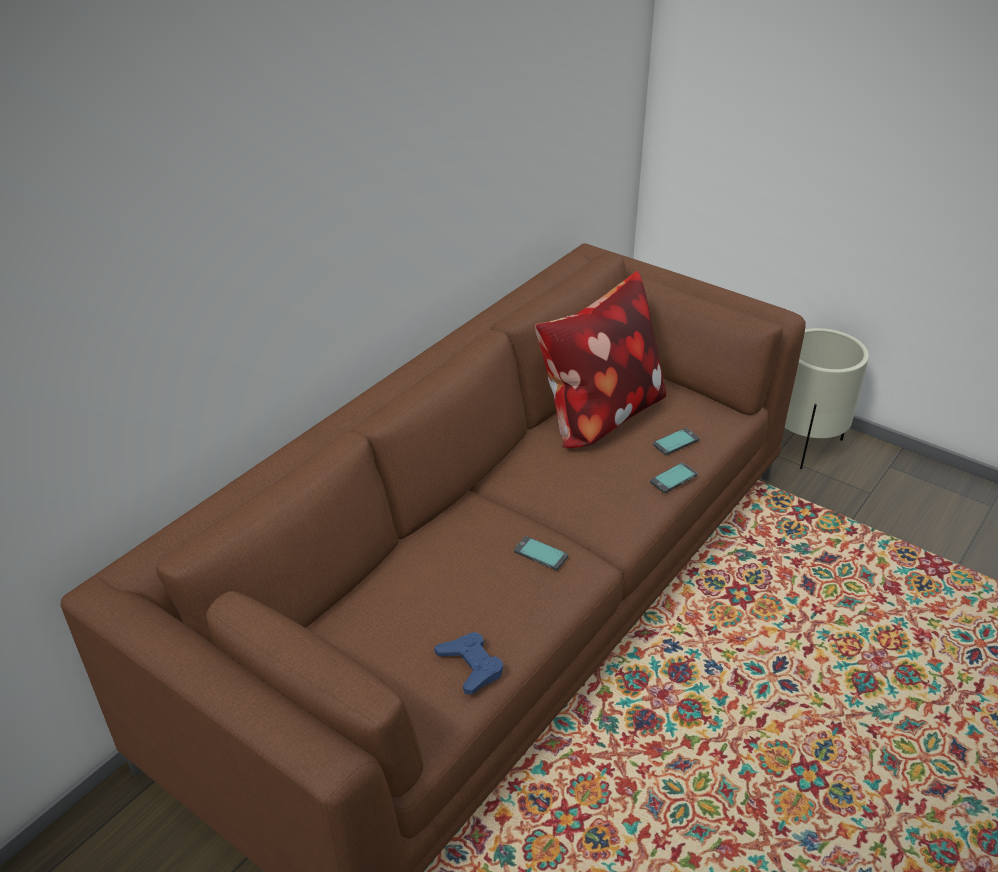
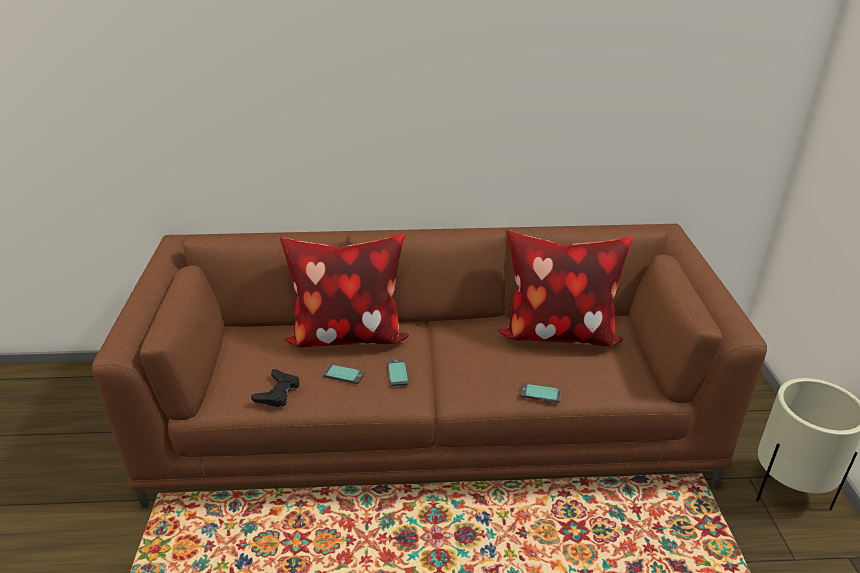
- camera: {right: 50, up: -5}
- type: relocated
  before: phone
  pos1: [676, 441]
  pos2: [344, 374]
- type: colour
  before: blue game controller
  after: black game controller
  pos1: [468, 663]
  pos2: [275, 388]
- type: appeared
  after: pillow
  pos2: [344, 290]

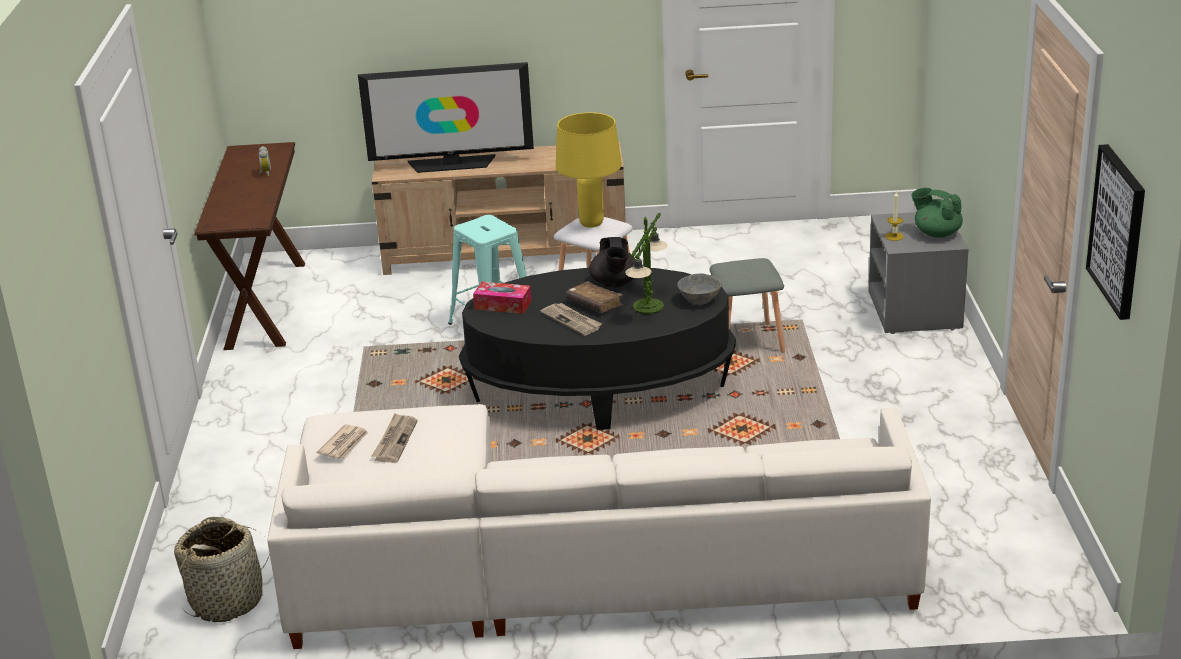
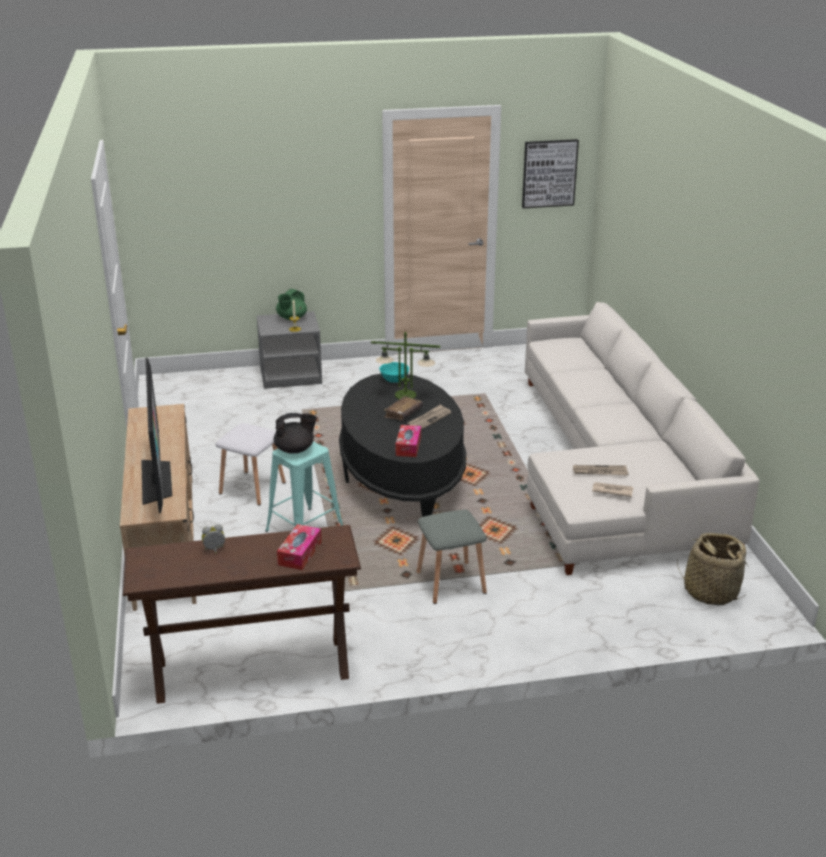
- camera: {right: -100, up: 0}
- type: missing
  before: yellow table lamp
  pos1: [589, 170]
- type: relocated
  before: black teapot
  pos1: [612, 262]
  pos2: [295, 433]
- type: relocated
  before: grey stool
  pos1: [747, 305]
  pos2: [452, 556]
- type: colour
  before: grey bowl
  after: turquoise bowl
  pos1: [699, 289]
  pos2: [394, 372]
- type: appeared
  after: tissue box
  pos2: [299, 547]

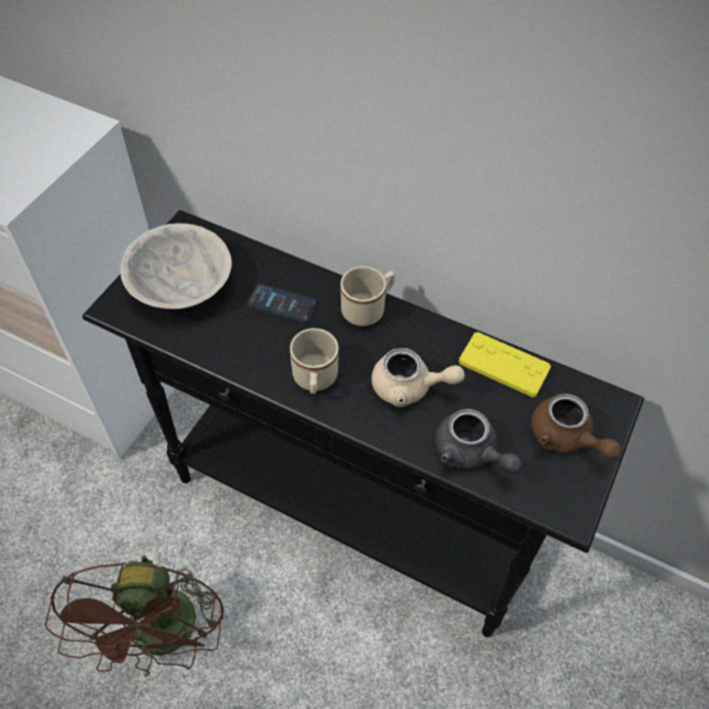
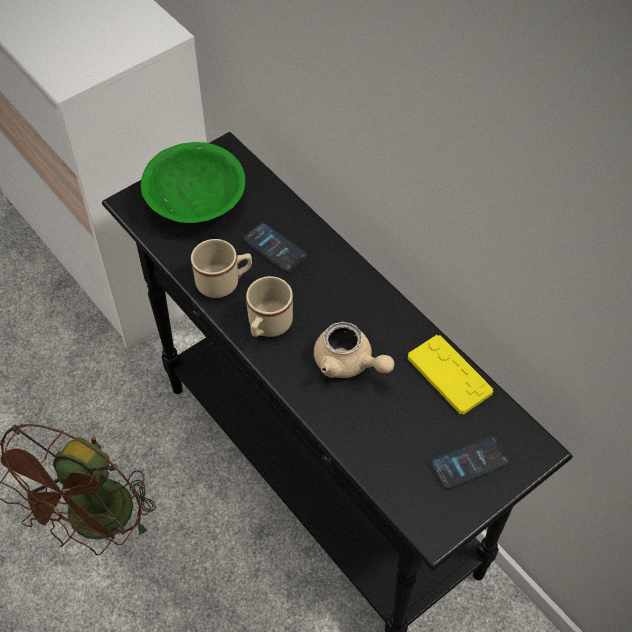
- camera: {right: 25, up: 0}
- type: colour
  before: beige bowl
  after: green bowl
  pos1: [176, 266]
  pos2: [193, 182]
- type: relocated
  before: beige mug
  pos1: [368, 296]
  pos2: [221, 268]
- type: exchanged
  before: brown teapot
  after: phone
  pos1: [576, 426]
  pos2: [470, 462]
- type: missing
  before: grey teapot
  pos1: [478, 441]

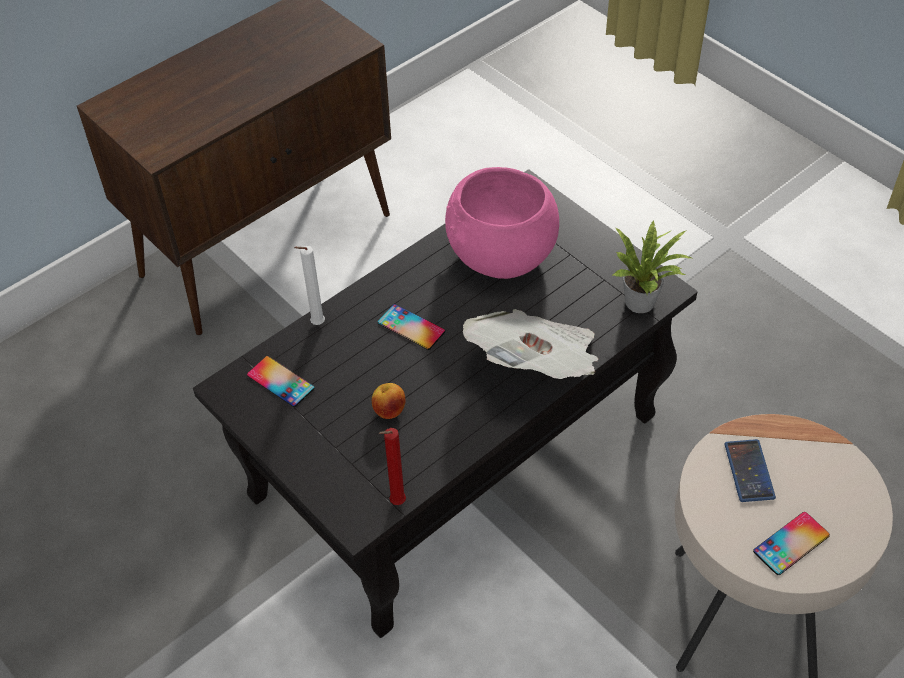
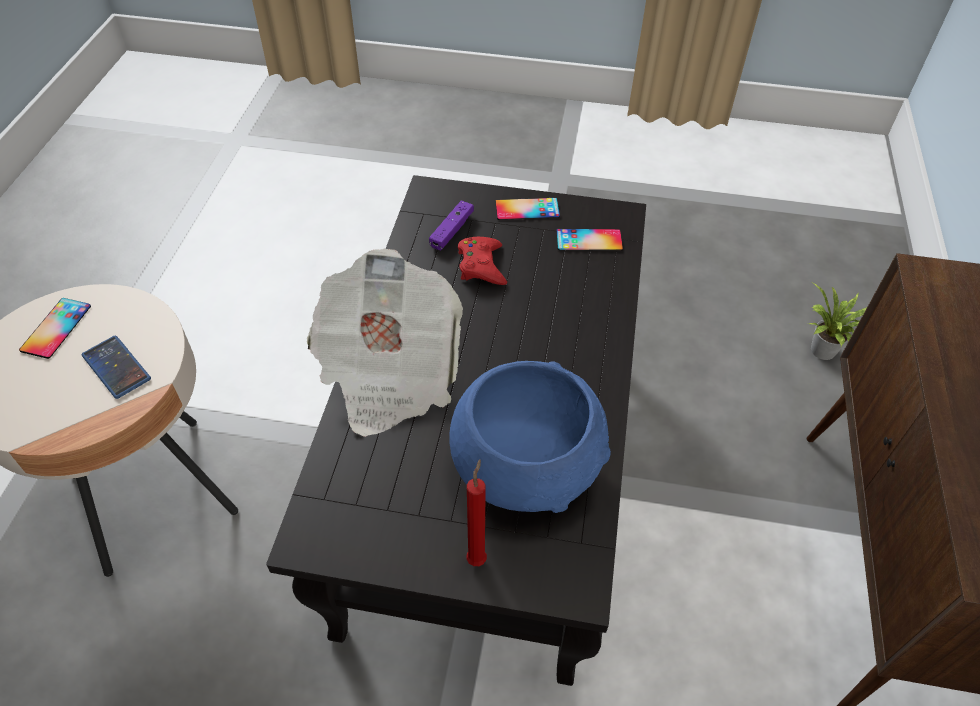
- camera: {right: 140, up: 0}
- type: colour
  before: pink bowl
  after: blue bowl
  pos1: [502, 223]
  pos2: [530, 437]
- type: relocated
  before: potted plant
  pos1: [652, 266]
  pos2: [838, 321]
- type: missing
  before: white candle
  pos1: [309, 285]
- type: relocated
  before: phone
  pos1: [411, 327]
  pos2: [528, 209]
- type: exchanged
  before: apple
  after: red game controller
  pos1: [388, 401]
  pos2: [482, 261]
- type: relocated
  before: red candle
  pos1: [392, 466]
  pos2: [476, 512]
- type: appeared
  after: purple game controller
  pos2: [451, 225]

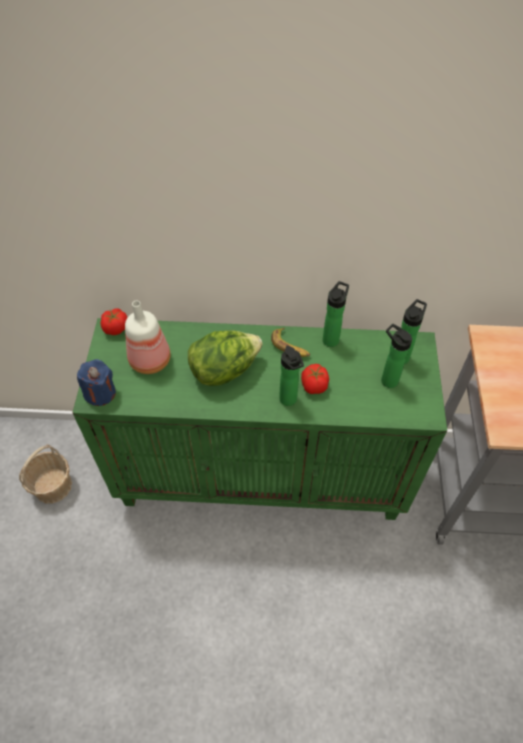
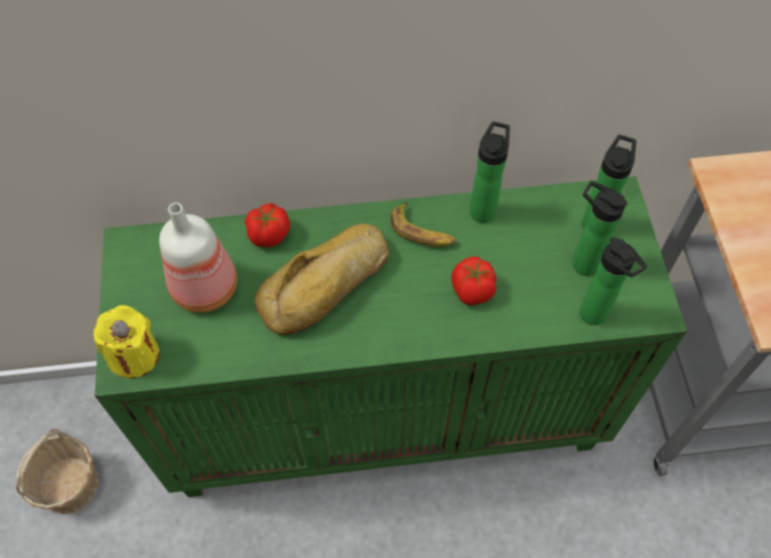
- camera: {right: -10, up: 5}
- type: relocated
  before: tomato
  pos1: [114, 322]
  pos2: [267, 225]
- type: exchanged
  before: lettuce
  after: bread
  pos1: [225, 358]
  pos2: [322, 279]
- type: relocated
  before: bottle
  pos1: [291, 376]
  pos2: [613, 281]
- type: colour
  before: blue candle
  after: yellow candle
  pos1: [96, 382]
  pos2: [127, 341]

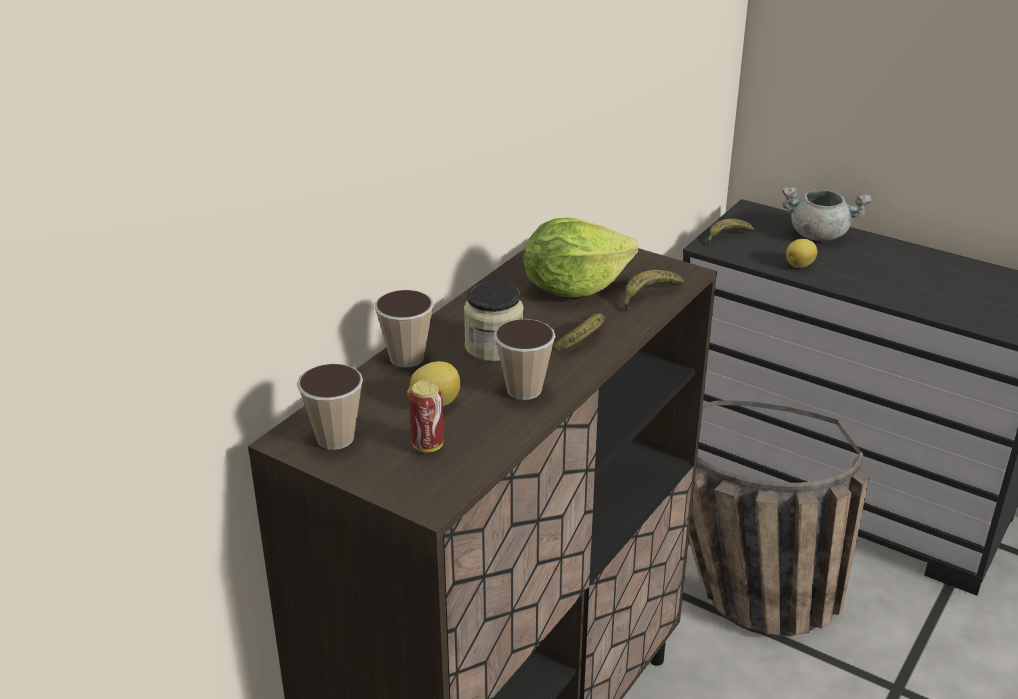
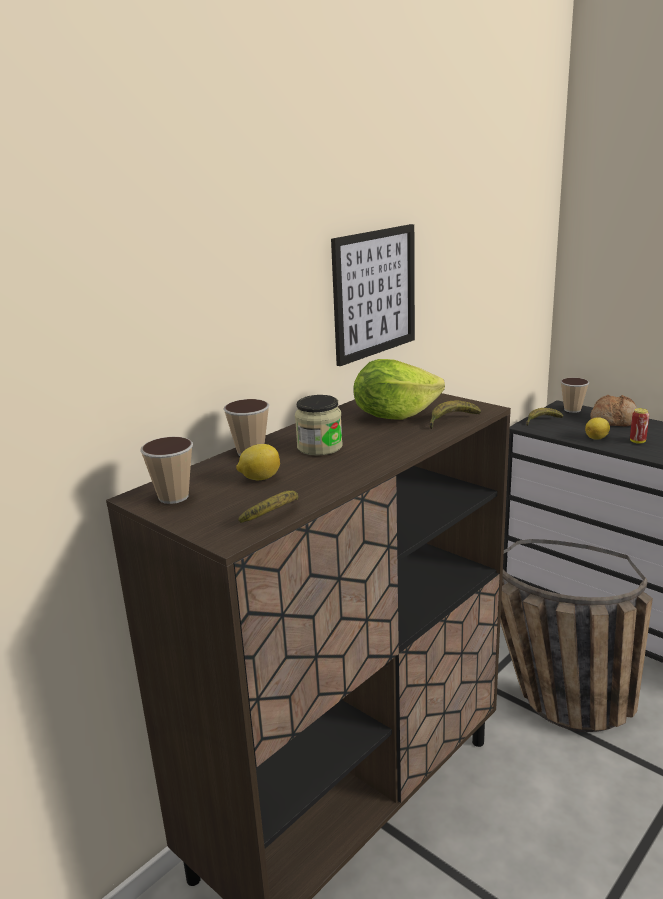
- camera: {right: 10, up: -10}
- type: exchanged
  before: grey cooking pot
  after: bread
  pos1: [827, 213]
  pos2: [613, 410]
- type: relocated
  before: banana
  pos1: [579, 332]
  pos2: [268, 506]
- type: relocated
  before: cup
  pos1: [525, 359]
  pos2: [574, 395]
- type: relocated
  before: can
  pos1: [426, 416]
  pos2: [639, 426]
- type: appeared
  after: picture
  pos2: [373, 295]

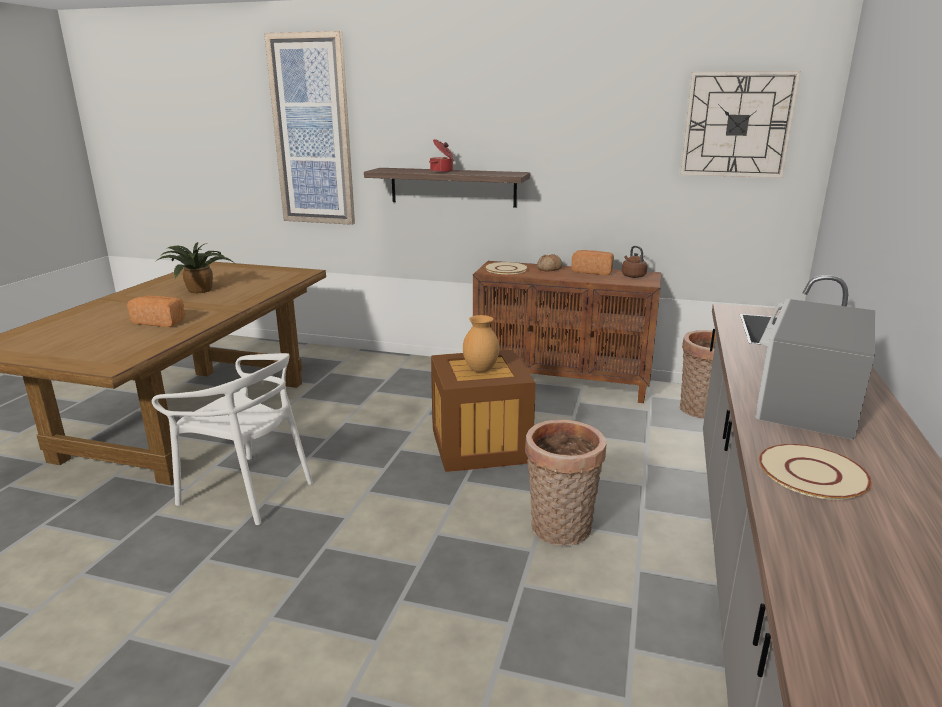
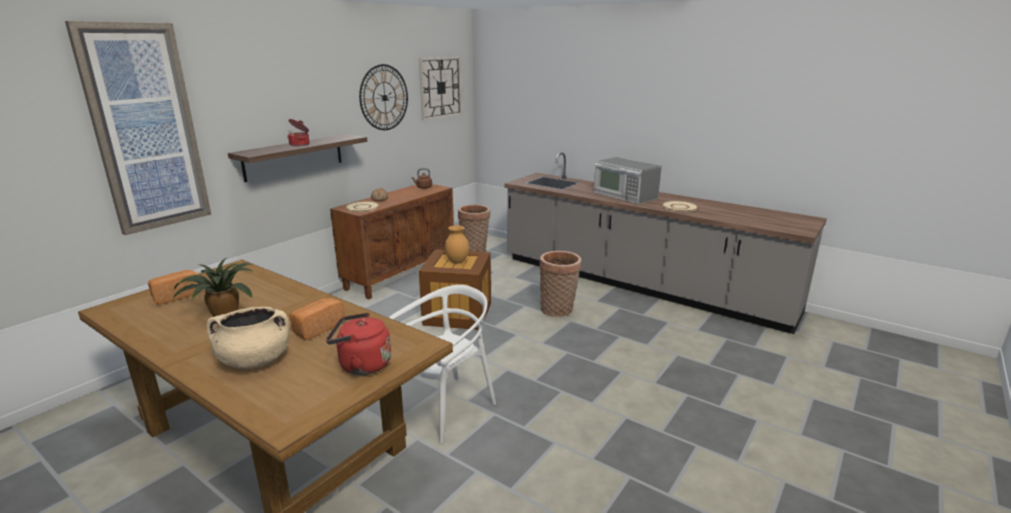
- camera: {right: -70, up: 0}
- type: relocated
  before: bread
  pos1: [592, 262]
  pos2: [175, 287]
- type: appeared
  after: wall clock
  pos2: [383, 97]
- type: appeared
  after: beige cooking pot
  pos2: [247, 338]
- type: appeared
  after: red kettle
  pos2: [358, 344]

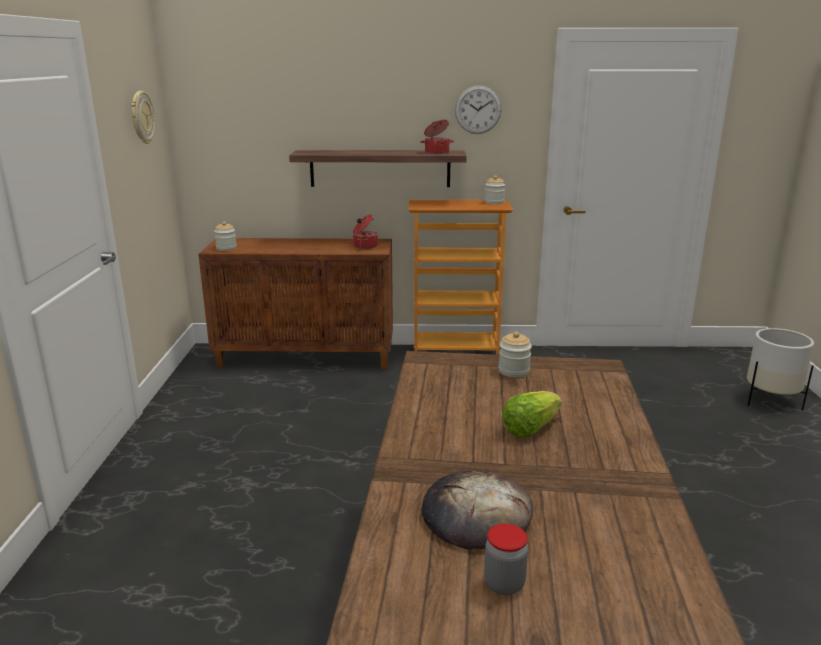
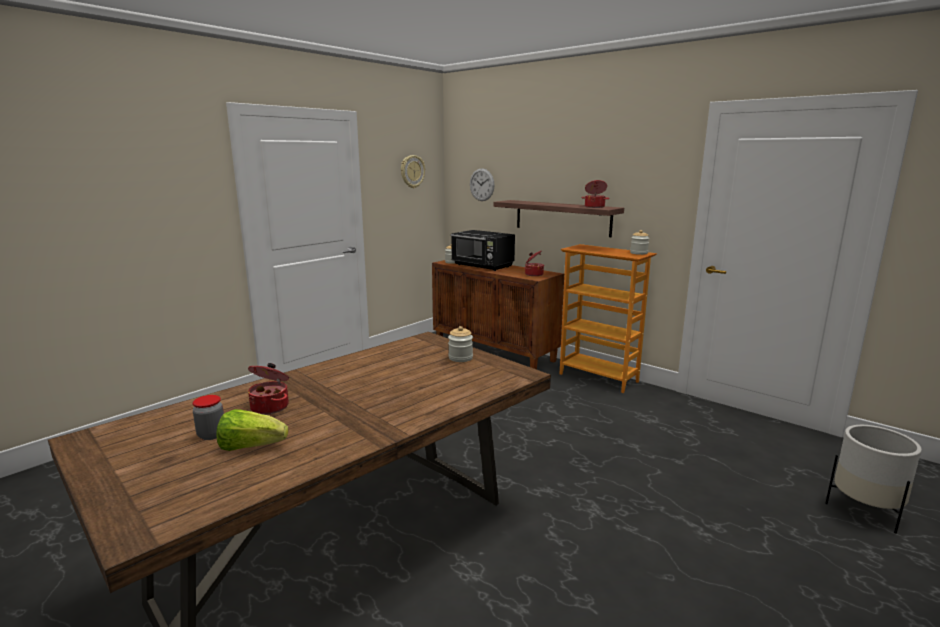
- camera: {right: 40, up: -5}
- type: relocated
  before: wall clock
  pos1: [478, 109]
  pos2: [482, 184]
- type: relocated
  before: lettuce
  pos1: [532, 414]
  pos2: [252, 430]
- type: exchanged
  before: bread
  after: cooking pot
  pos1: [477, 510]
  pos2: [268, 389]
- type: appeared
  after: black microwave
  pos2: [483, 250]

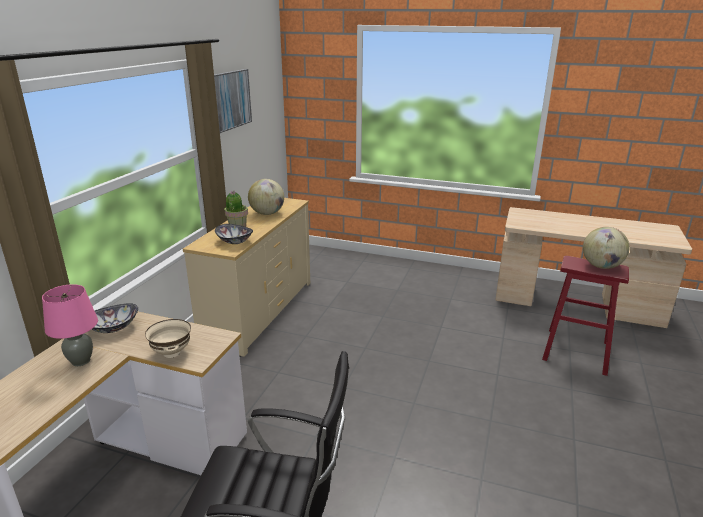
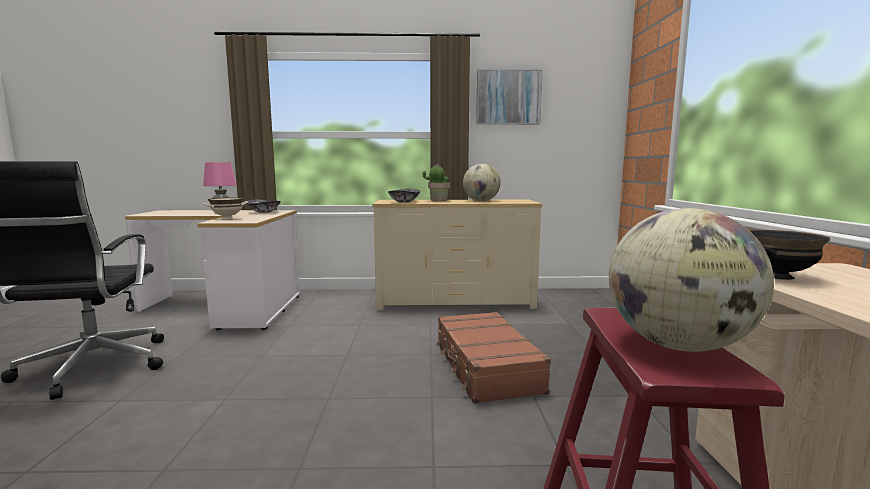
- camera: {right: 70, up: -15}
- type: appeared
  after: black bowl
  pos2: [789, 255]
- type: appeared
  after: brown suitcase
  pos2: [493, 358]

